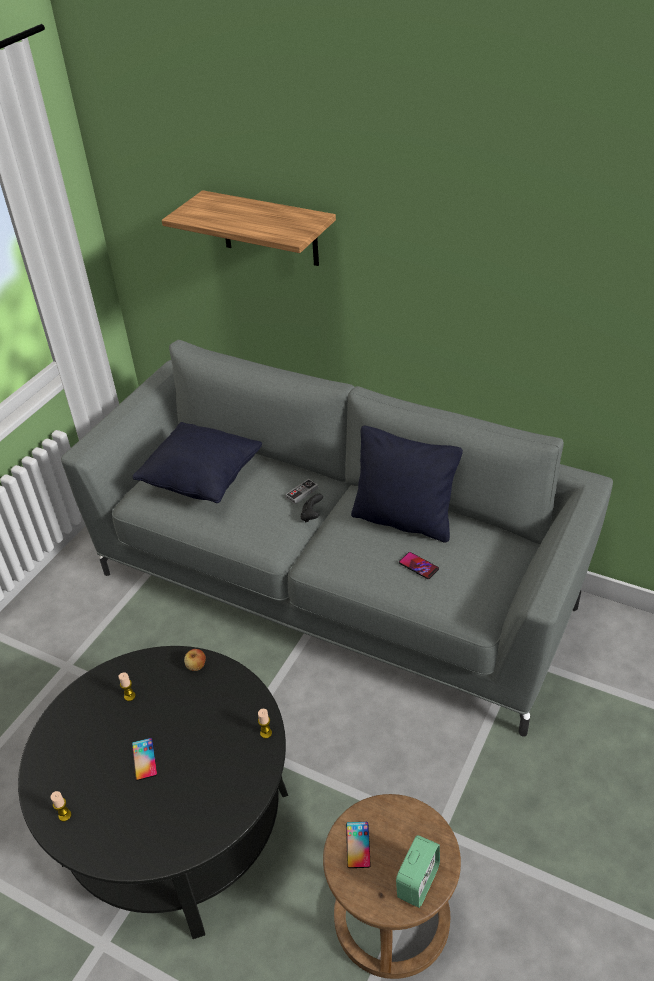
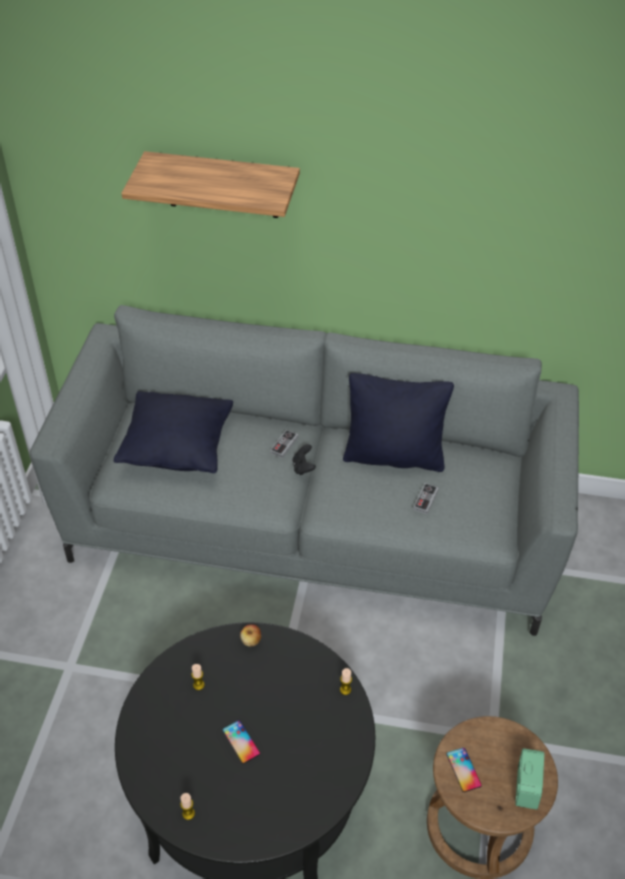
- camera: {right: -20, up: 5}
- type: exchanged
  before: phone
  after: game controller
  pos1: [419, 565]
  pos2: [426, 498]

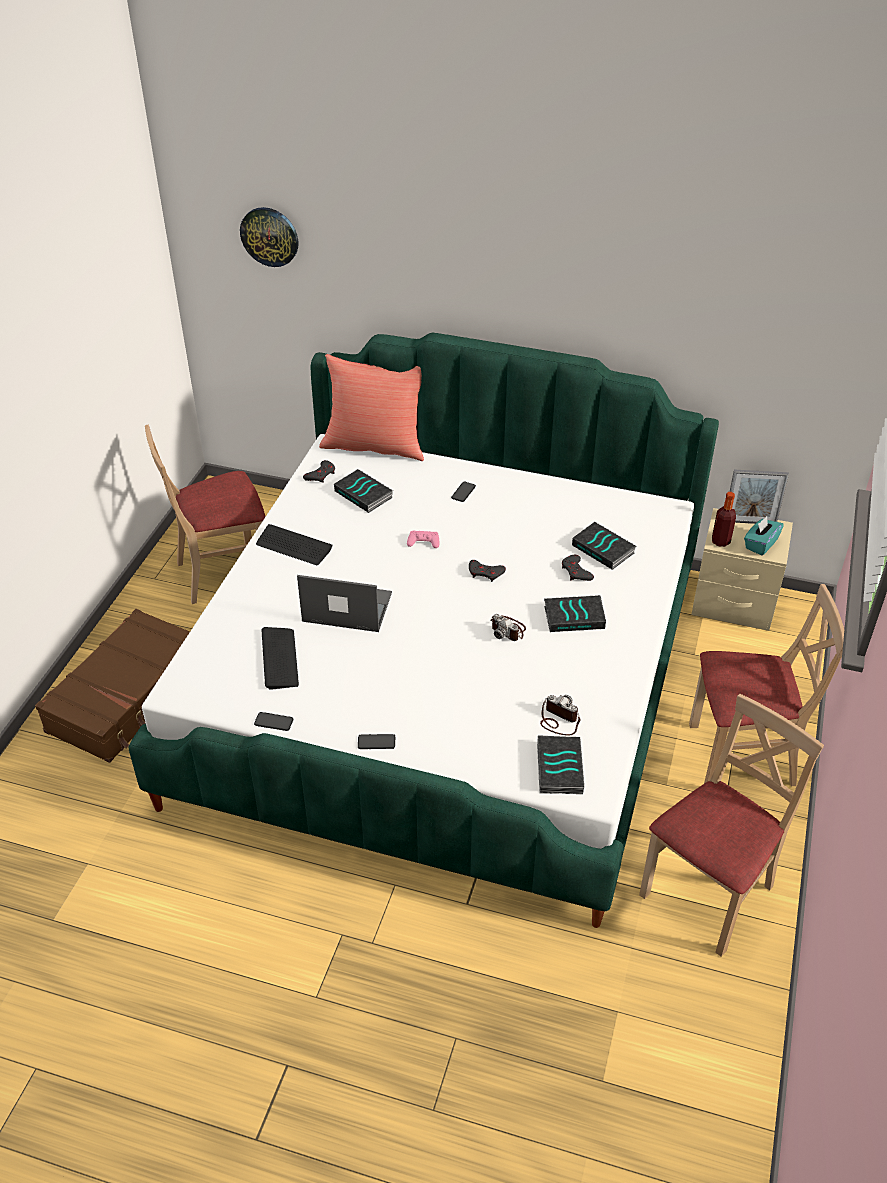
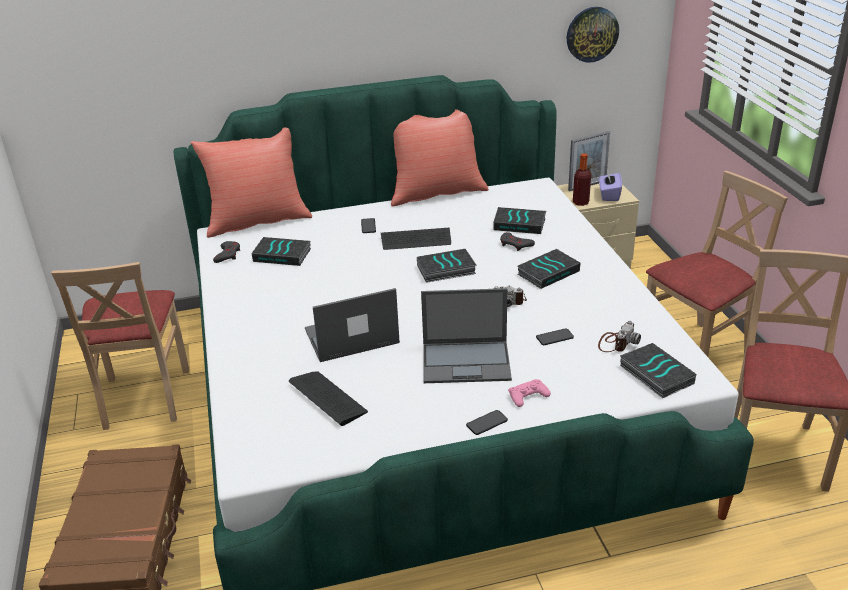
- camera: {right: -30, up: -10}
- type: relocated
  before: wall clock
  pos1: [269, 237]
  pos2: [593, 35]
- type: spun
  before: beige chair
  pos1: [205, 514]
  pos2: [120, 346]
  turn: -45
- type: colour
  before: turquoise tissue box
  after: purple tissue box
  pos1: [764, 536]
  pos2: [610, 186]
- type: relocated
  before: keyboard
  pos1: [294, 544]
  pos2: [416, 239]
- type: relocated
  before: pink game controller
  pos1: [423, 539]
  pos2: [529, 393]
- type: exchanged
  before: grey game controller
  after: book
  pos1: [487, 571]
  pos2: [447, 266]
- type: spun
  before: photo camera
  pos1: [560, 715]
  pos2: [619, 336]
  turn: 120
- type: relocated
  before: phone
  pos1: [273, 721]
  pos2: [555, 336]
- type: appeared
  after: red pillow
  pos2: [440, 158]
- type: appeared
  after: laptop
  pos2: [466, 335]

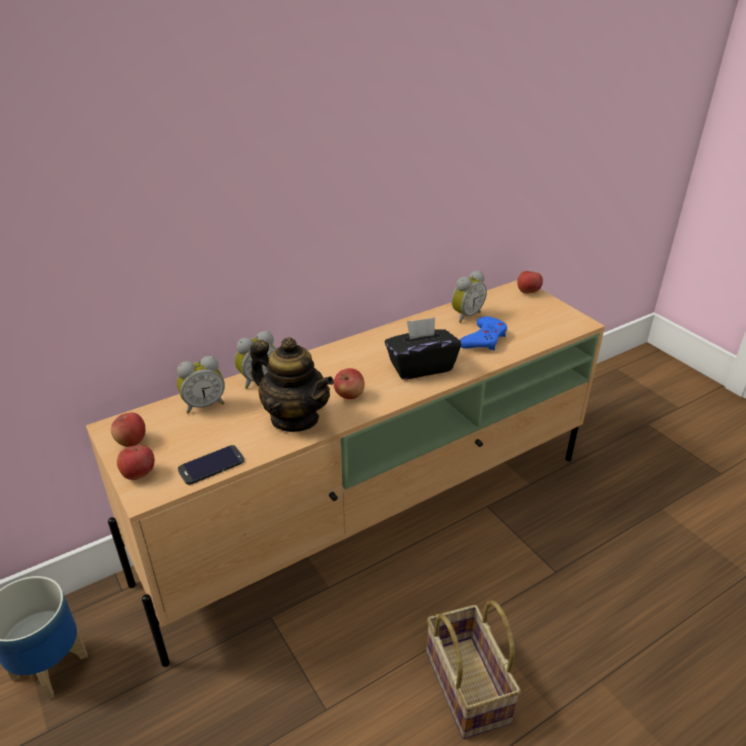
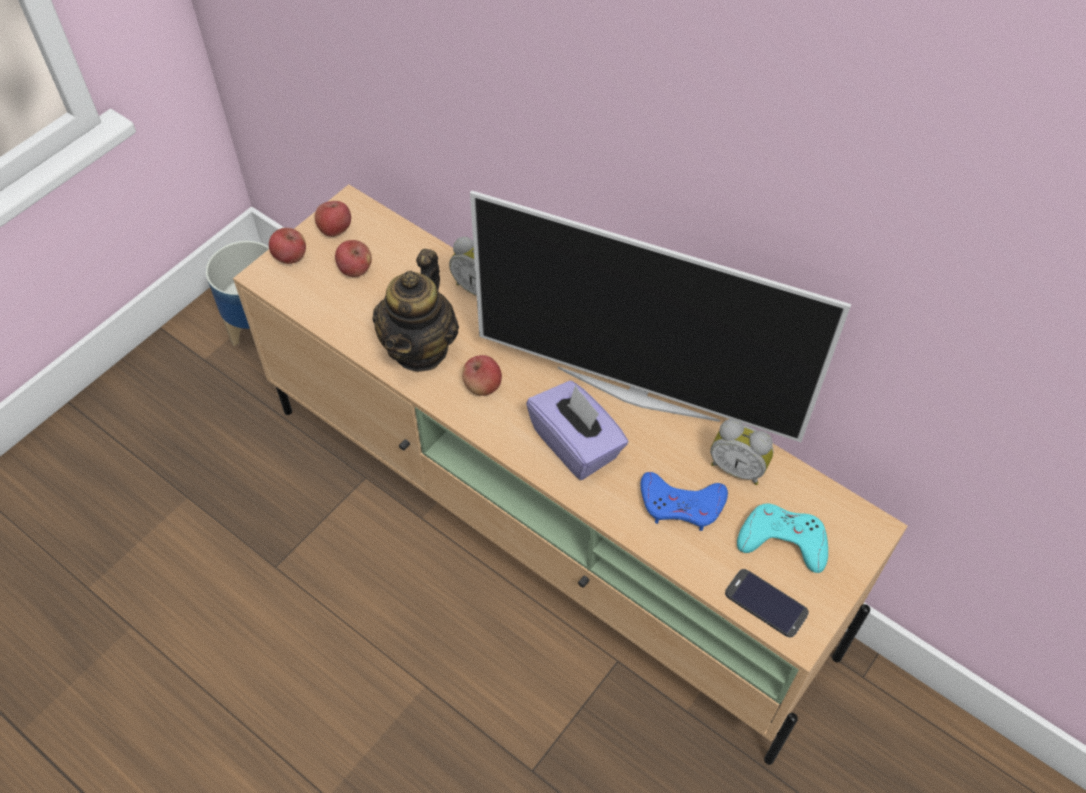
- camera: {right: 70, up: 20}
- type: relocated
  before: apple
  pos1: [530, 282]
  pos2: [353, 258]
- type: colour
  before: black tissue box
  after: purple tissue box
  pos1: [423, 348]
  pos2: [577, 430]
- type: missing
  before: alarm clock
  pos1: [201, 385]
- type: relocated
  before: phone
  pos1: [211, 465]
  pos2: [767, 603]
- type: missing
  before: basket
  pos1: [473, 669]
- type: appeared
  after: television
  pos2: [660, 316]
- type: appeared
  after: turquoise game controller
  pos2: [782, 538]

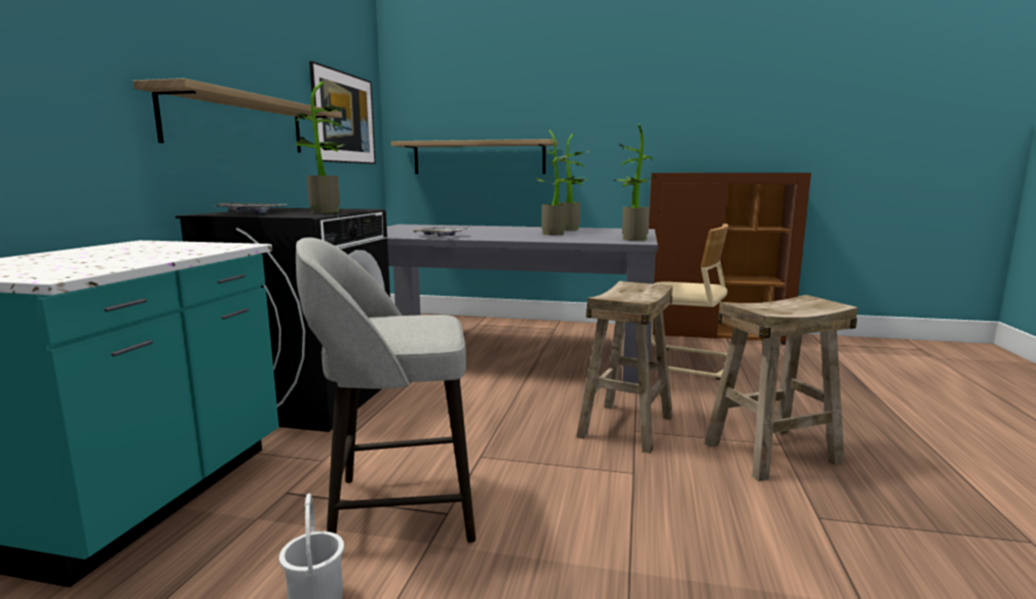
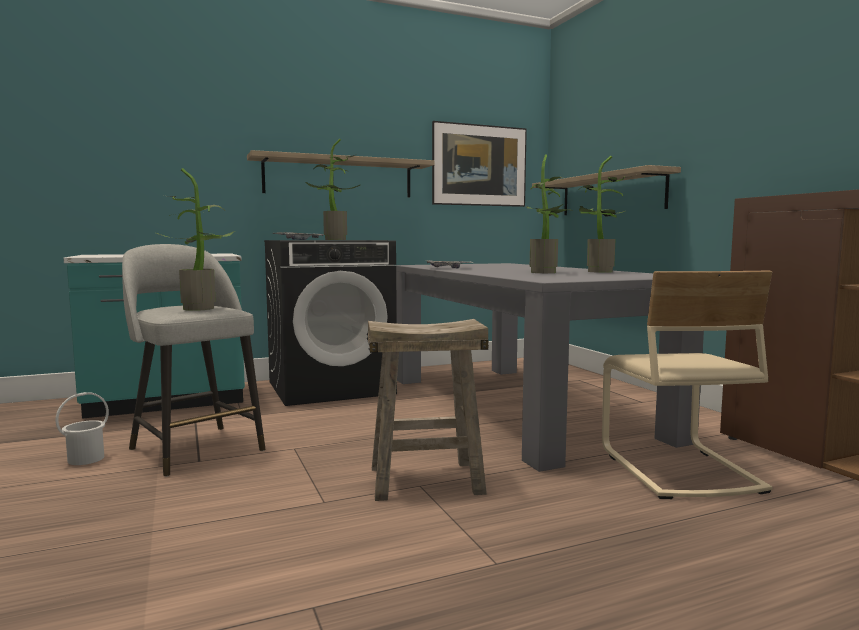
- camera: {right: 55, up: -5}
- type: relocated
  before: potted plant
  pos1: [634, 182]
  pos2: [195, 239]
- type: missing
  before: beige stool
  pos1: [781, 388]

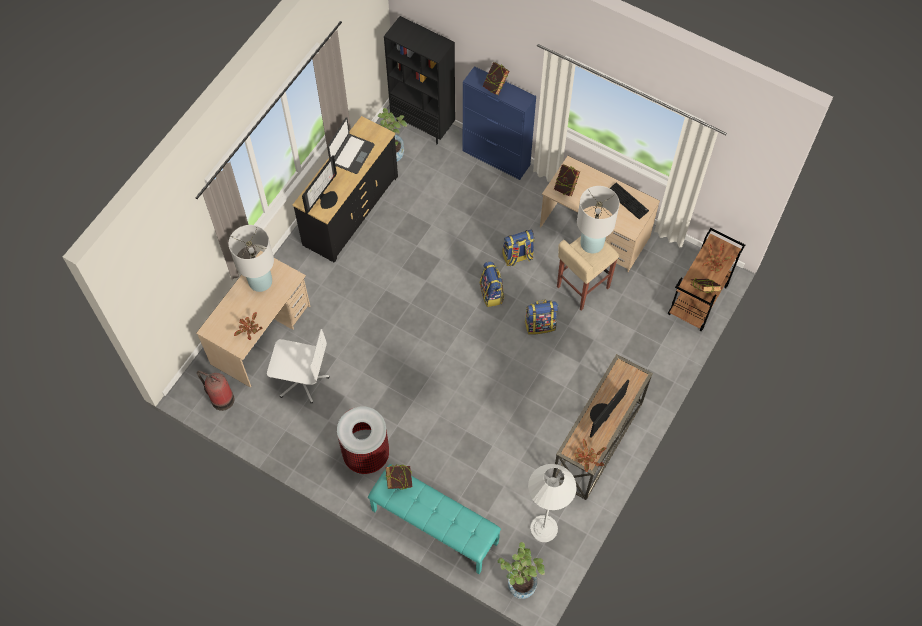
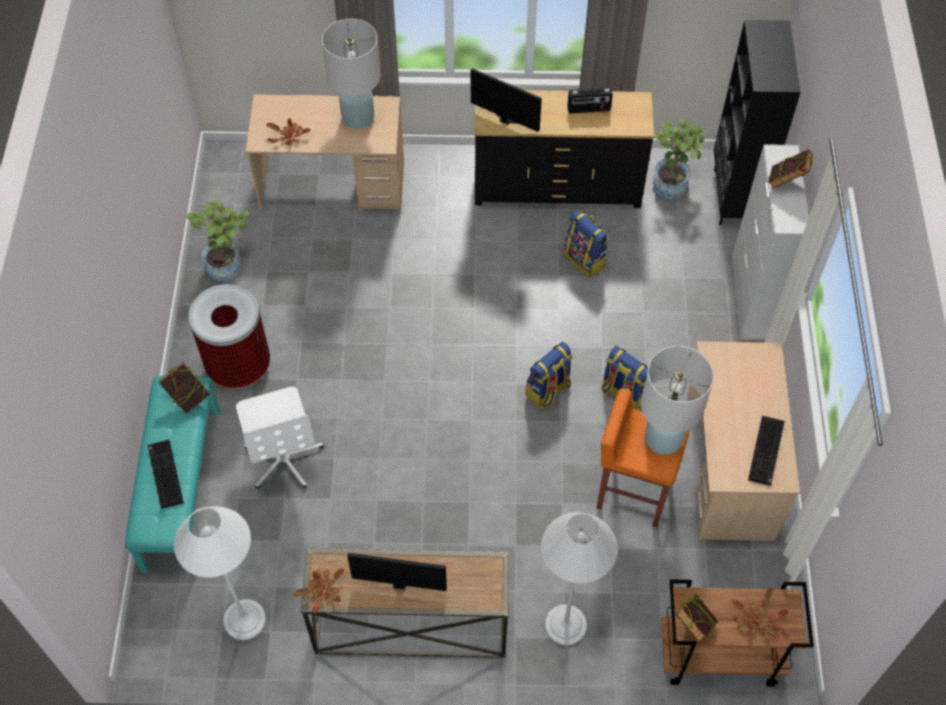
- camera: {right: 60, up: -5}
- type: colour
  before: blue cabinet
  after: white cabinet
  pos1: [499, 123]
  pos2: [770, 242]
- type: exchanged
  before: laptop
  after: radio
  pos1: [351, 145]
  pos2: [590, 100]
- type: spun
  before: monitor
  pos1: [320, 184]
  pos2: [506, 100]
  turn: -150
- type: missing
  before: book
  pos1: [567, 180]
- type: colour
  before: beige stool
  after: orange stool
  pos1: [588, 273]
  pos2: [643, 457]
- type: relocated
  before: backpack
  pos1: [541, 317]
  pos2: [586, 243]
- type: relocated
  before: white office chair
  pos1: [298, 366]
  pos2: [280, 438]
- type: missing
  before: fire extinguisher
  pos1: [216, 391]
- type: relocated
  before: potted plant
  pos1: [521, 570]
  pos2: [217, 240]
- type: appeared
  after: keyboard
  pos2: [166, 474]
- type: appeared
  after: white floor lamp
  pos2: [579, 579]

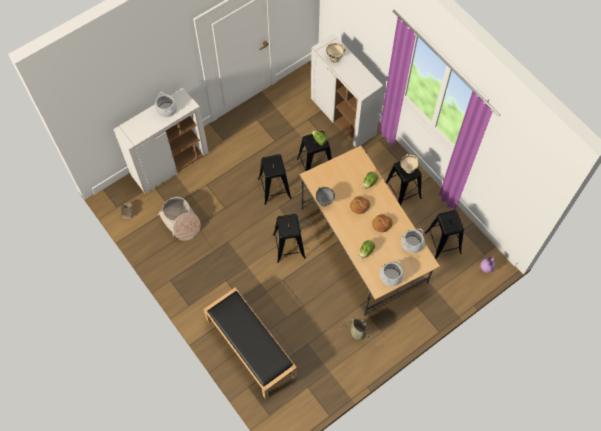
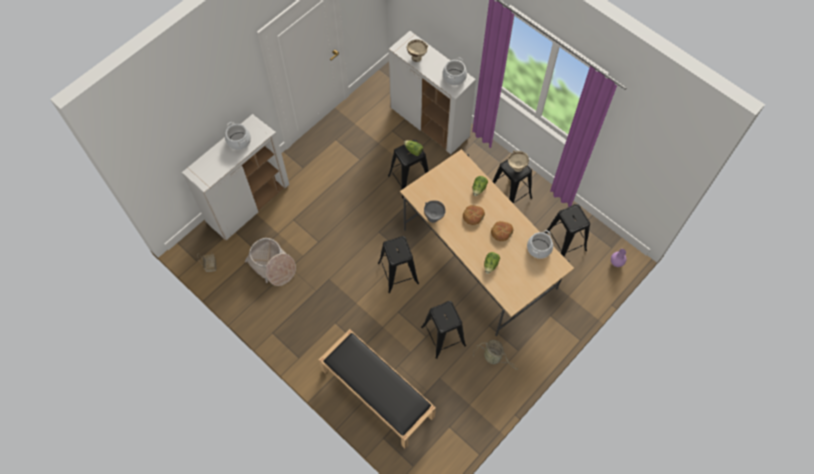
- camera: {right: -10, up: 0}
- type: relocated
  before: black stool
  pos1: [275, 179]
  pos2: [443, 330]
- type: relocated
  before: cooking pot
  pos1: [392, 273]
  pos2: [454, 71]

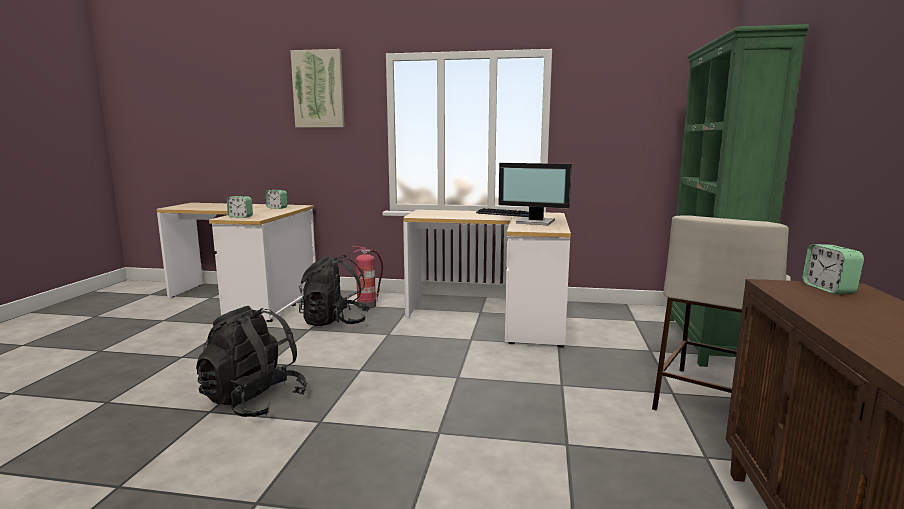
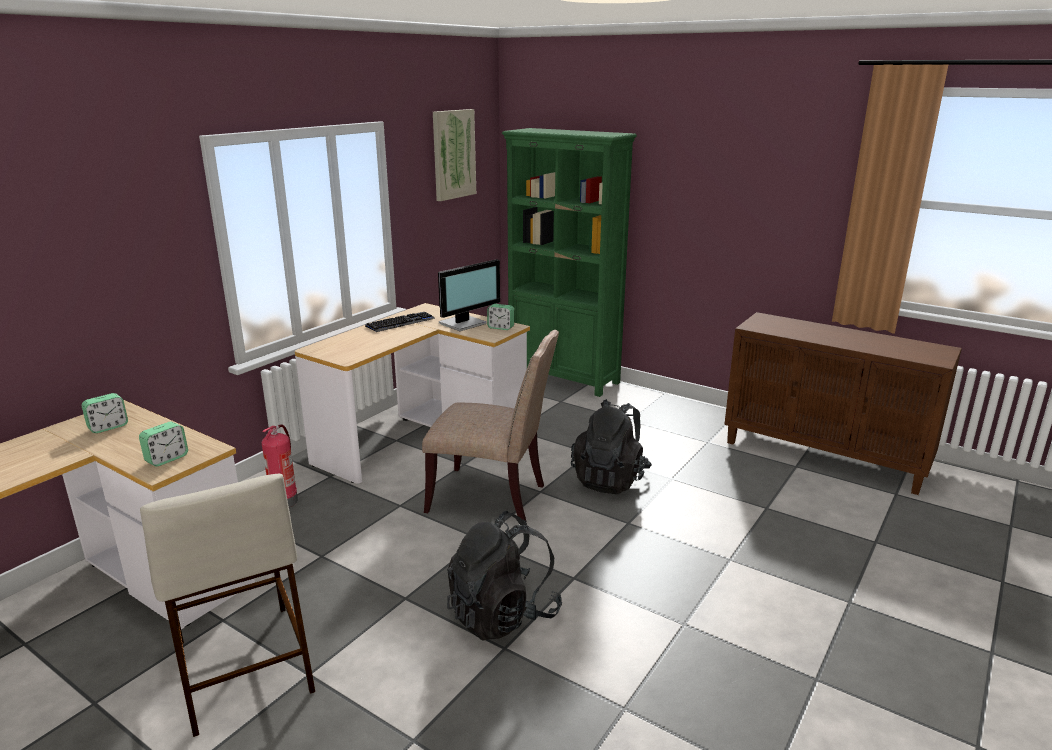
- camera: {right: -65, up: 10}
- type: relocated
  before: picture
  pos1: [317, 88]
  pos2: [454, 155]
- type: relocated
  before: beige stool
  pos1: [721, 312]
  pos2: [227, 605]
- type: relocated
  before: alarm clock
  pos1: [833, 269]
  pos2: [500, 317]
- type: relocated
  before: black backpack
  pos1: [334, 290]
  pos2: [611, 446]
- type: appeared
  after: beige chair
  pos2: [490, 425]

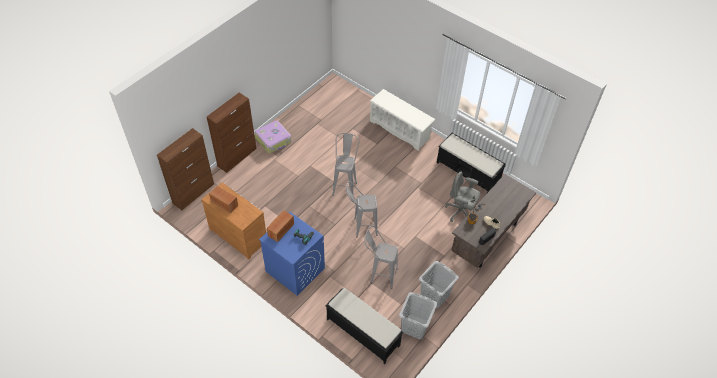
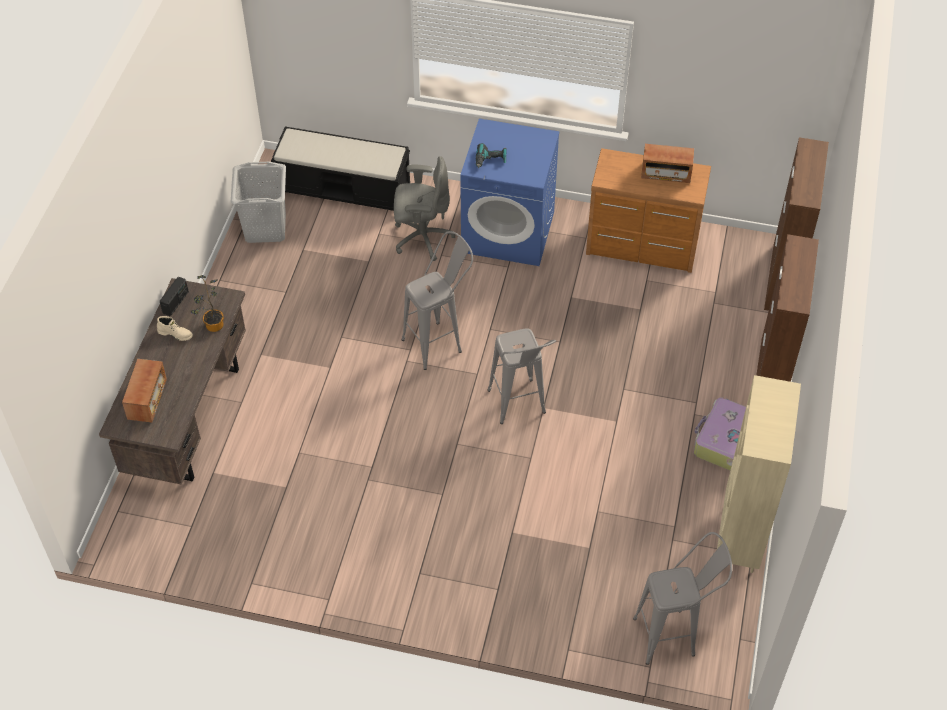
- camera: {right: 155, up: 0}
- type: missing
  before: white shoe rack
  pos1: [402, 120]
- type: missing
  before: black bench
  pos1: [471, 163]
- type: relocated
  before: grey office chair
  pos1: [462, 197]
  pos2: [424, 208]
- type: relocated
  before: radio
  pos1: [280, 226]
  pos2: [144, 391]
- type: relocated
  before: grey stool
  pos1: [381, 257]
  pos2: [683, 598]
- type: missing
  before: grey laundry basket
  pos1: [439, 285]
- type: appeared
  after: beige bookcase
  pos2: [759, 474]

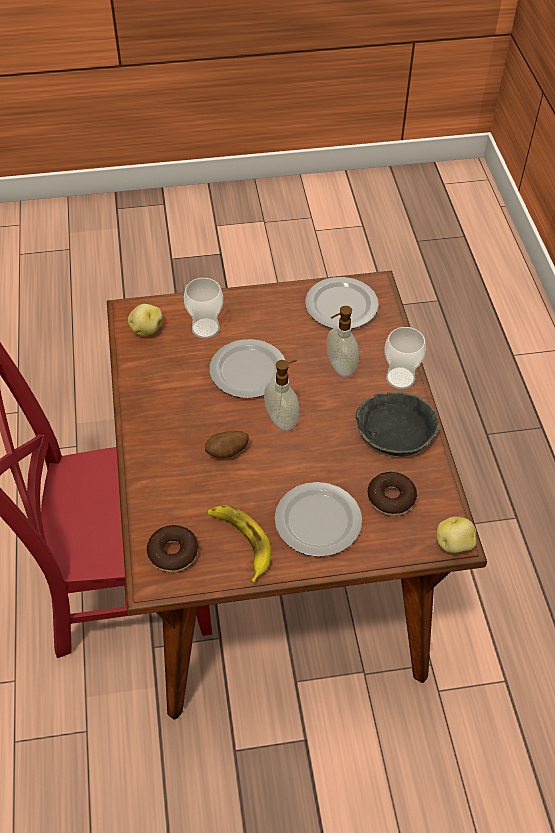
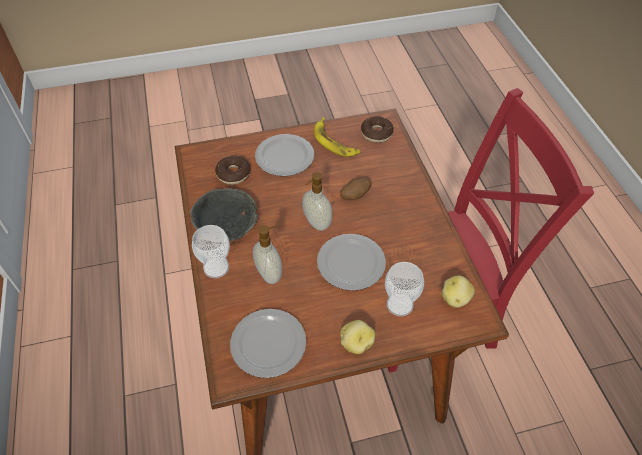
- camera: {right: 175, up: 0}
- type: relocated
  before: potato
  pos1: [456, 535]
  pos2: [357, 337]

